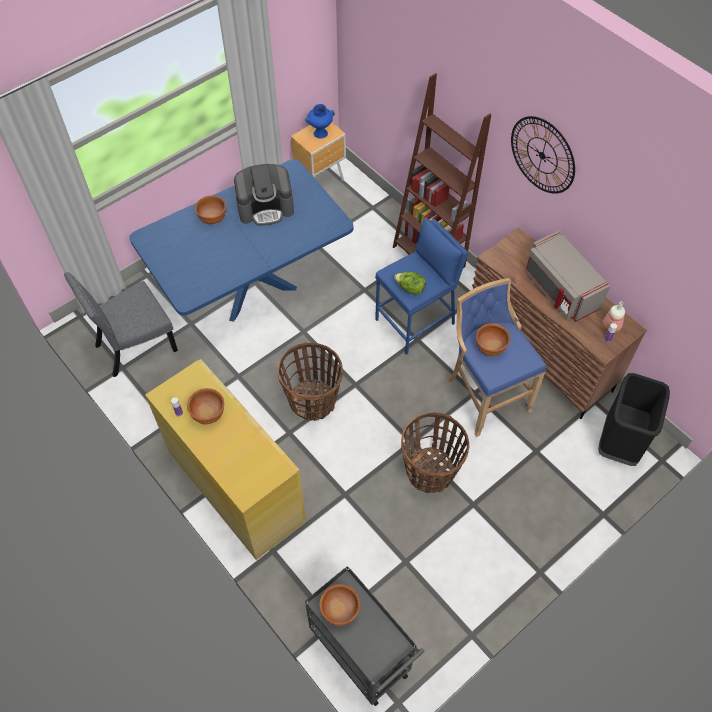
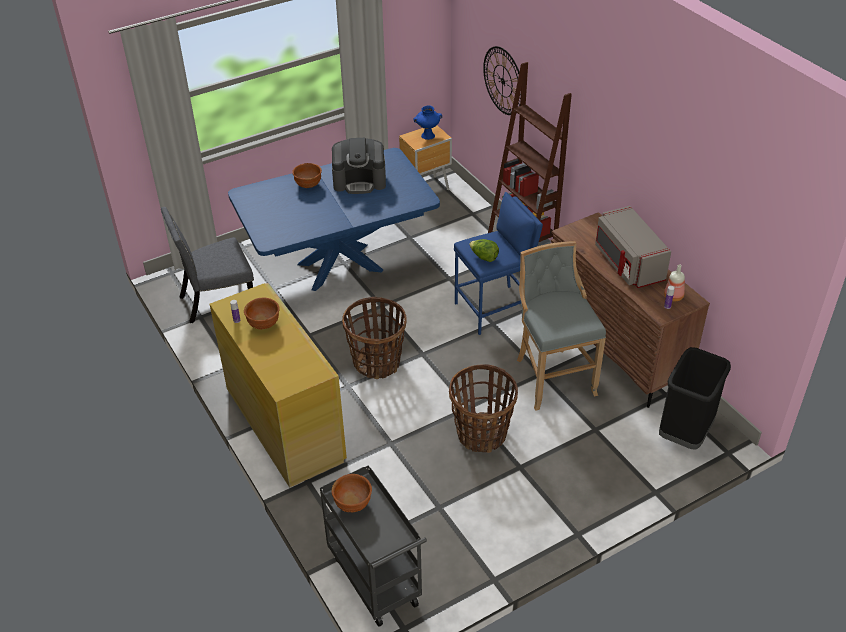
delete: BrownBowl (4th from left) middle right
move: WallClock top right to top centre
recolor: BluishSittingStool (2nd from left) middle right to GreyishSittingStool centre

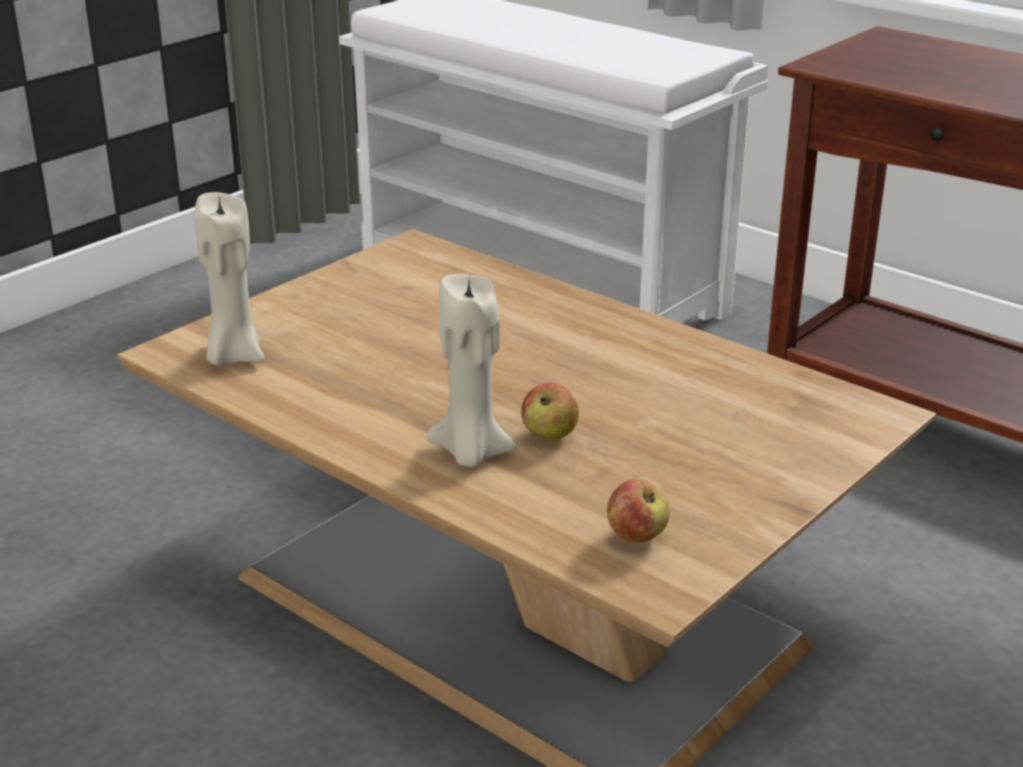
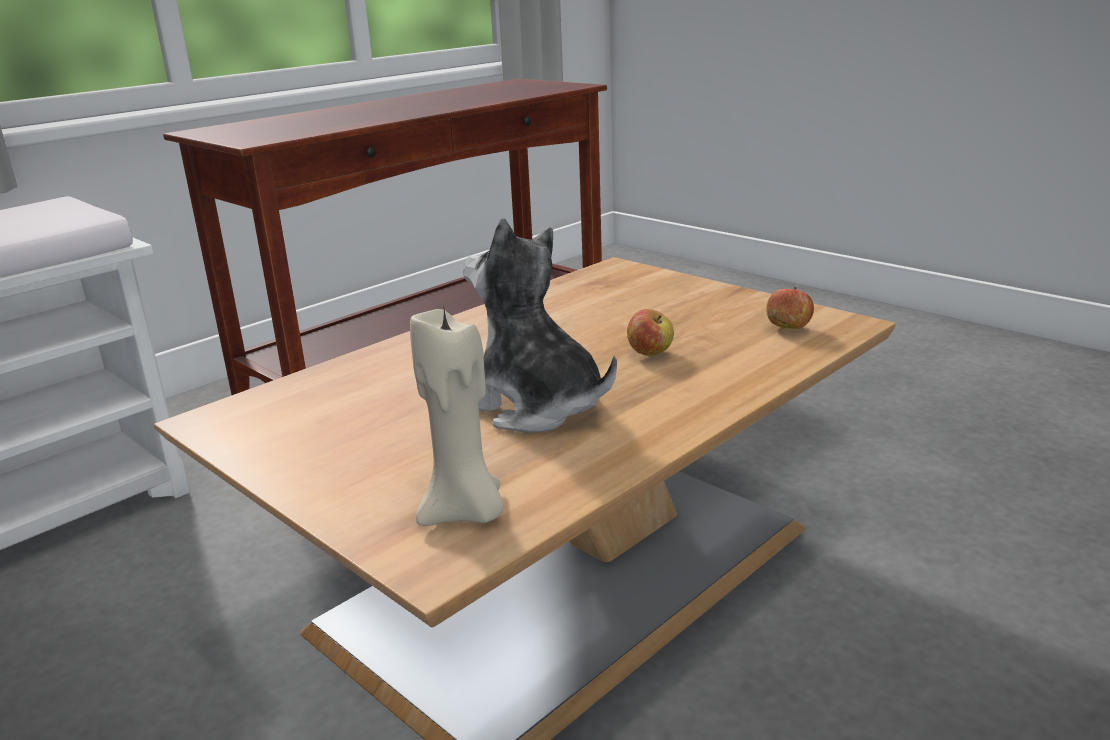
delete: BeigeColouredWaxCandle (2nd from left) centre
insert: CuddlyToy centre

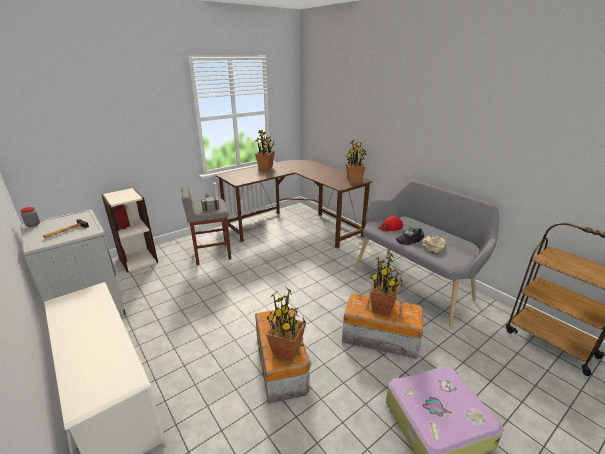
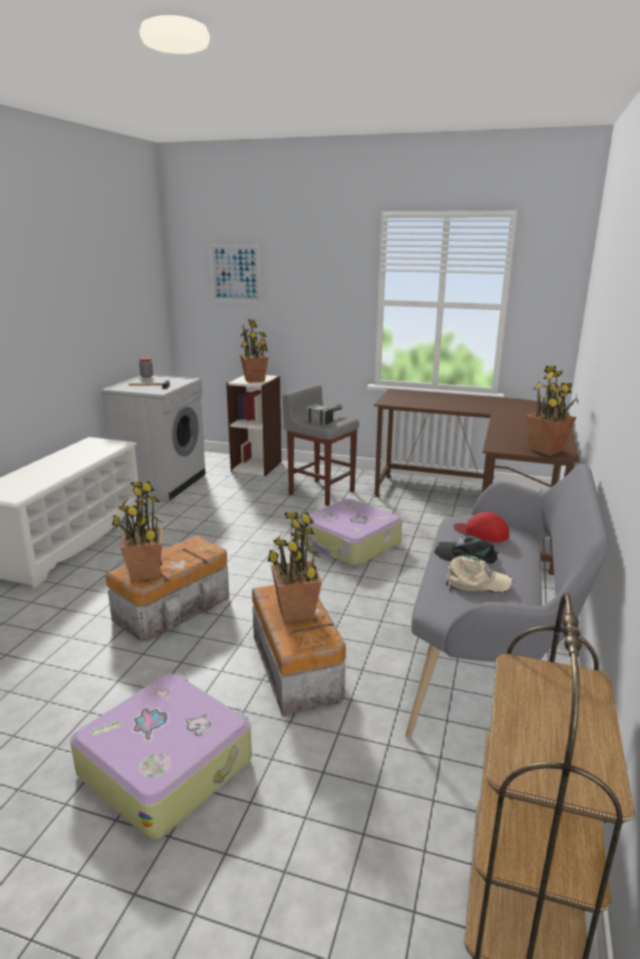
insert: Picture top centre; TravelCase (2nd from left) centre
move: Houseplant (1st from left in the first image) top centre to Houseplant (2nd from left) centre

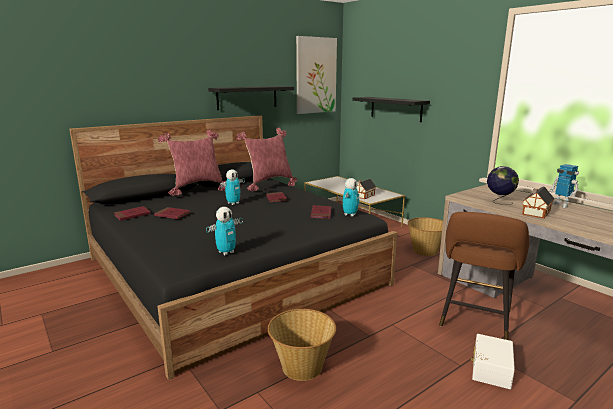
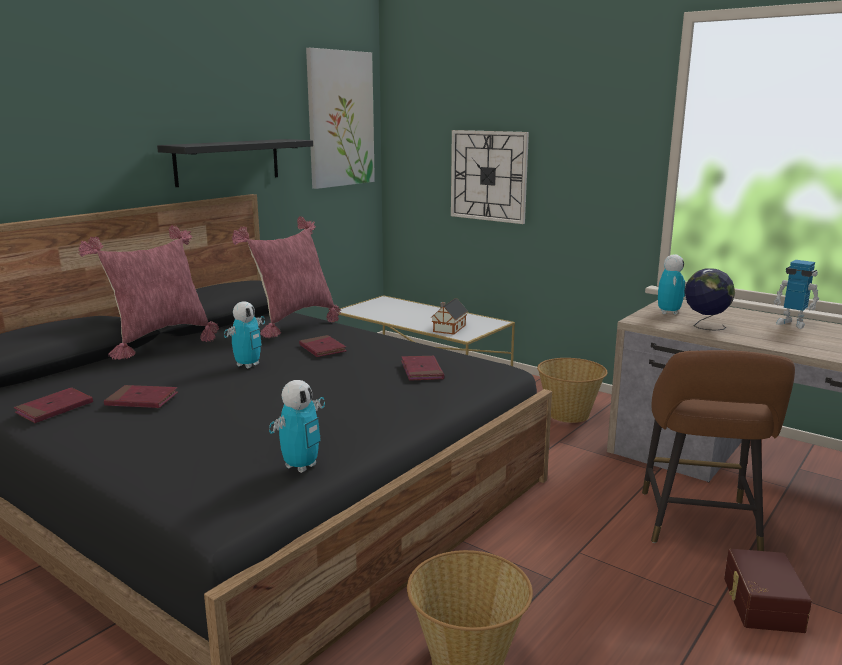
delete: ToyHouse (2nd from left) middle right
move: ModelRobot (3rd from left) centre to middle right
replace: BlackishBracketShelf (2nd from left) top centre to WallClock top centre
recolor: WhiteStorageBox bottom right to BrownStorageBox bottom right

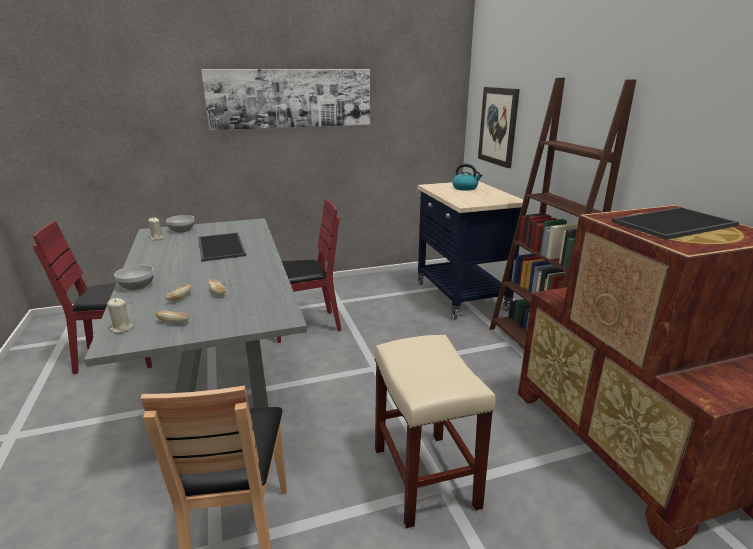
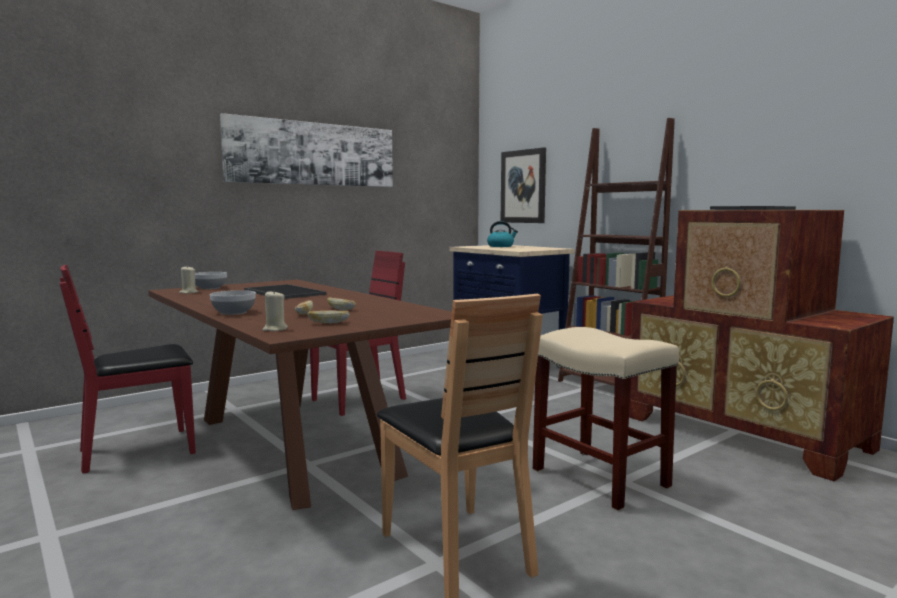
recolor: GreyishDiningTable middle left to BrownDiningTable centre

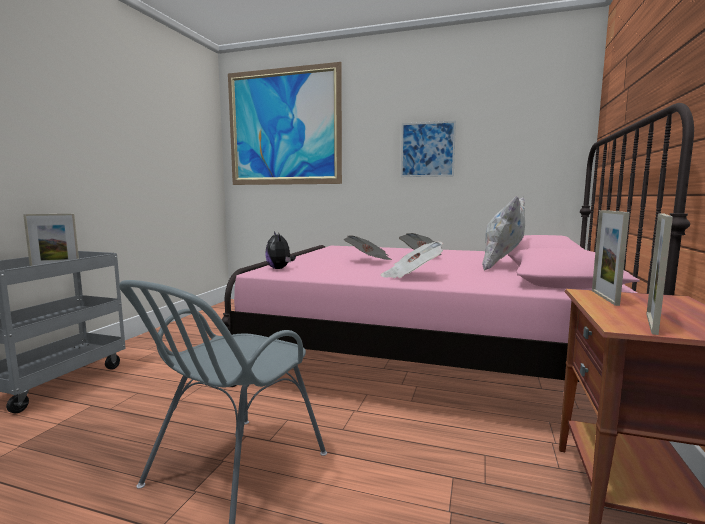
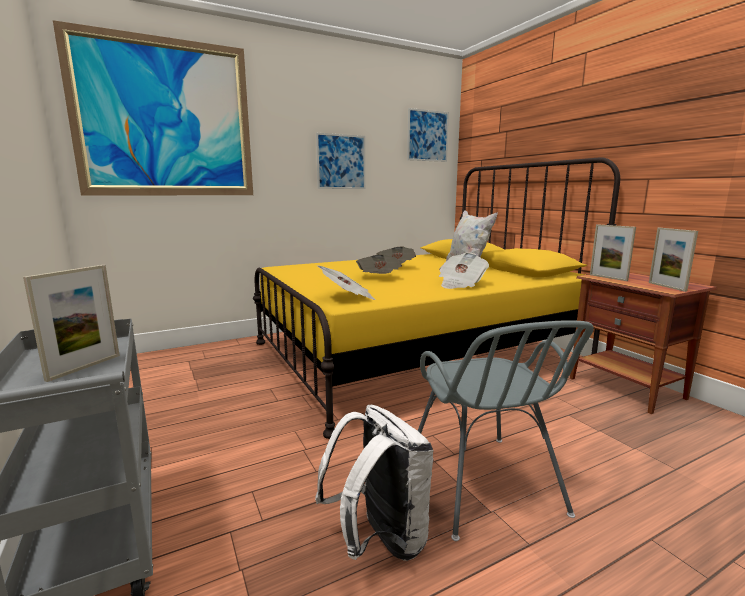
insert: WhiteBackpack bottom centre; Picture (3rd from left) top centre
replace: CuddlyToy centre to Newspaper (1st from left) centre
recolor: PinkColouredBed centre to YellowBed centre

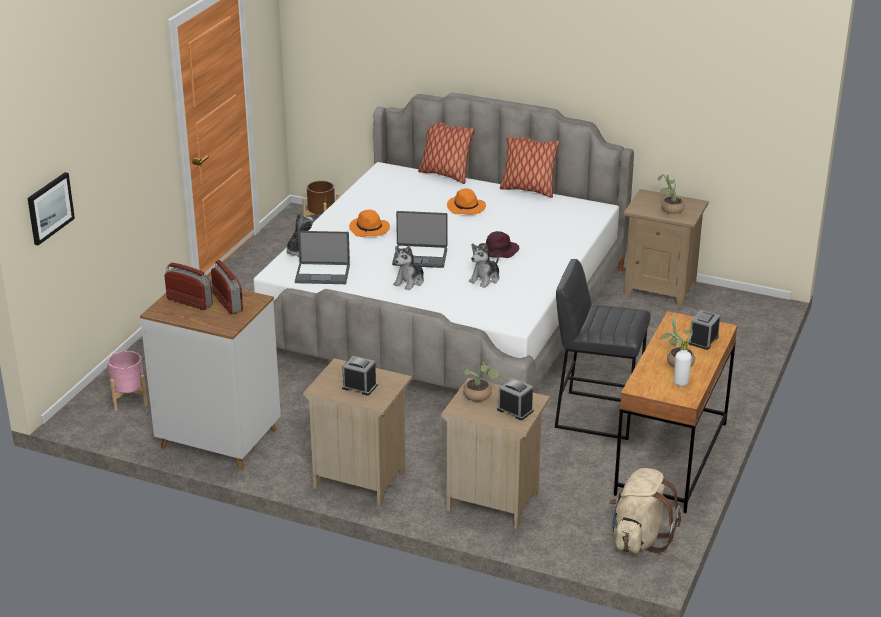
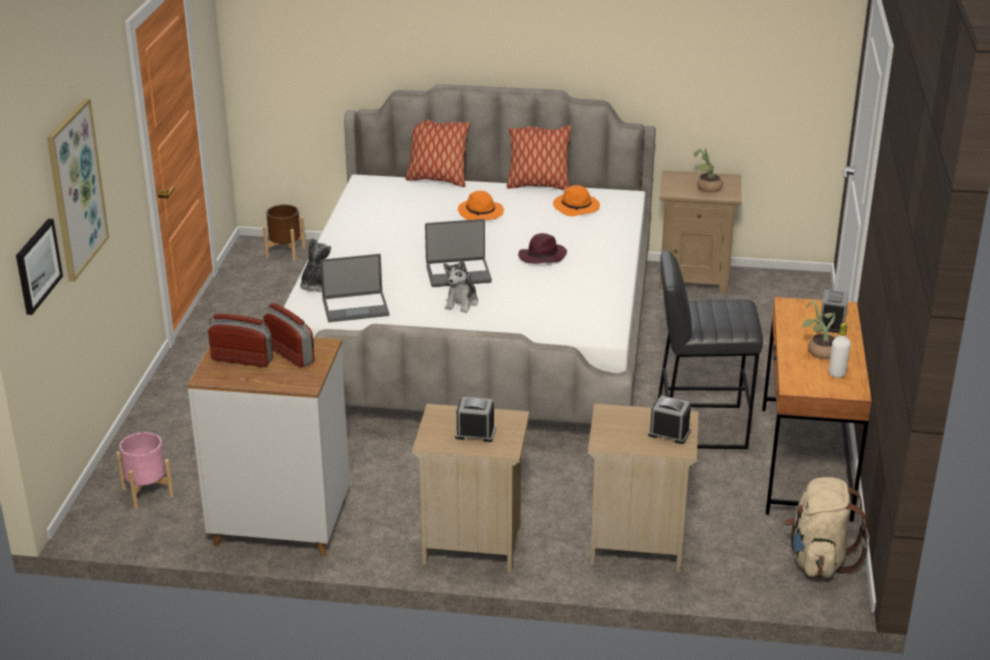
delete: Houseplant (1st from left) centre; CuddlyToy (3rd from left) centre
insert: Picture (2nd from left) top left
move: OrangeColouredHat (1st from left in the first image) centre to OrangeColouredHat (2nd from left) top centre

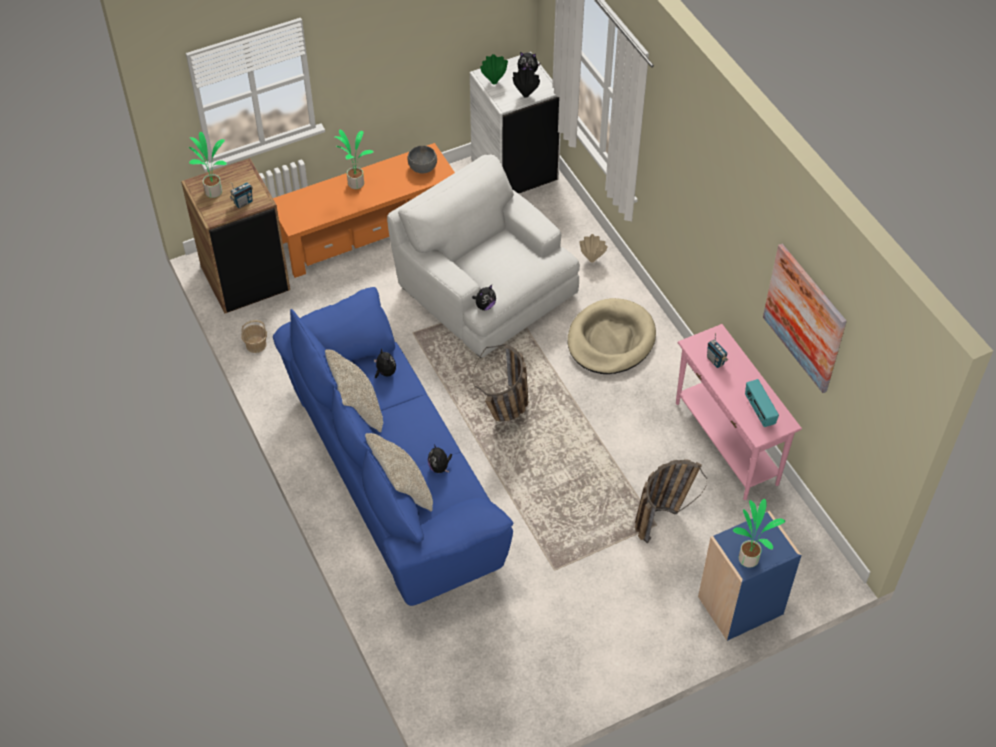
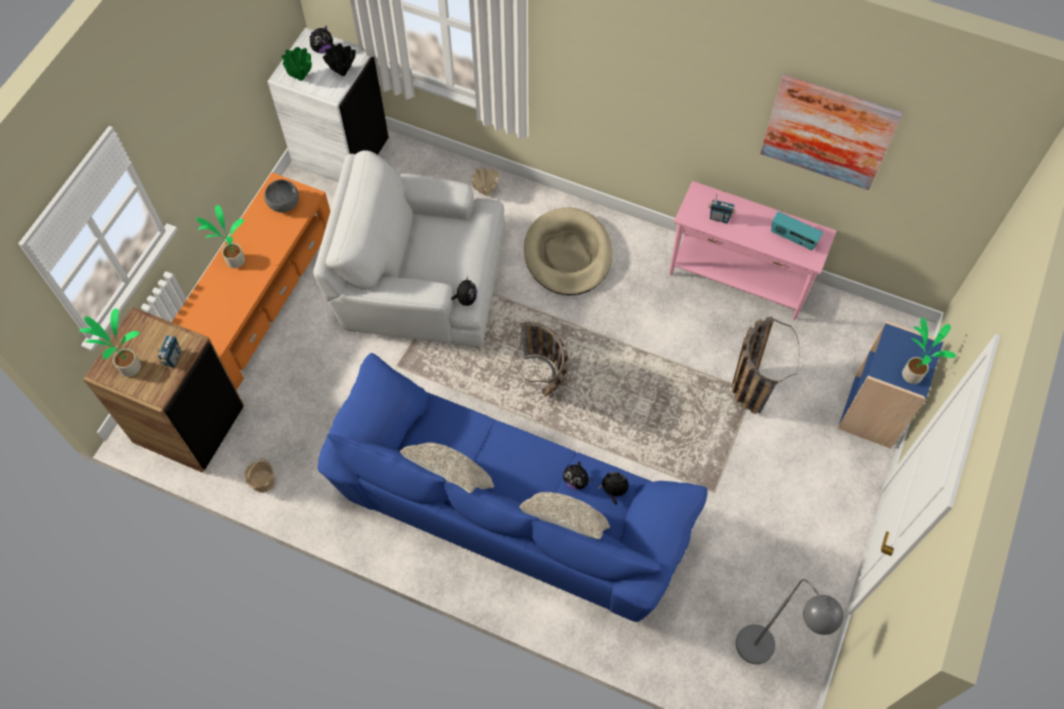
insert: GreyishStandardLamp bottom right
move: CuddlyToy (1st from left in the first image) centre to CuddlyToy (4th from left) bottom centre

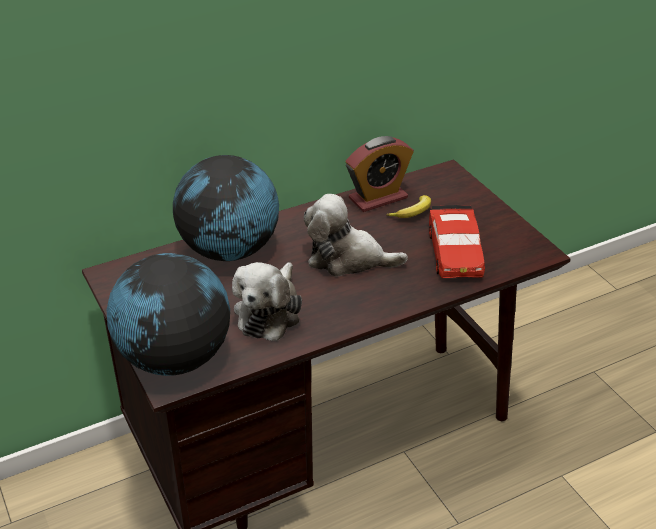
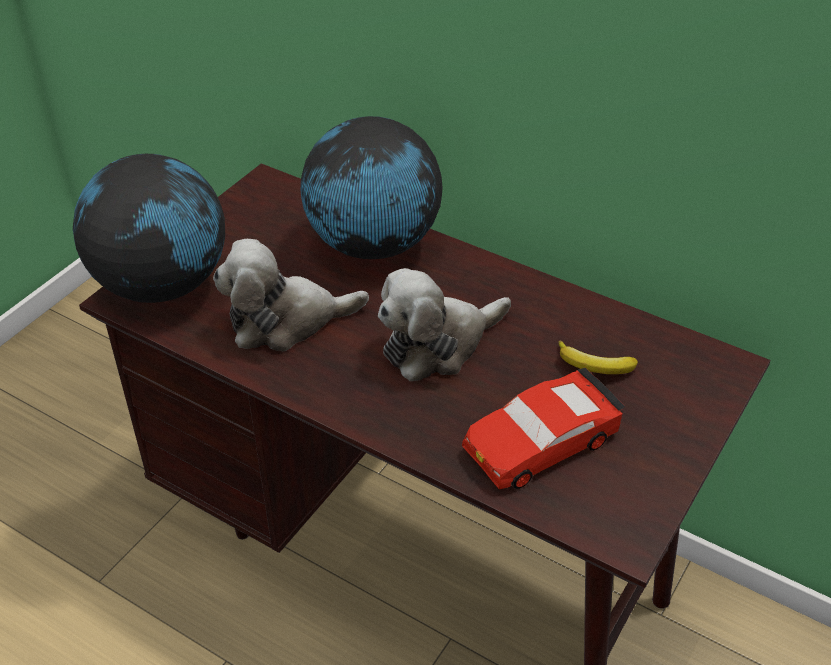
delete: TableClock top centre
rotate: CuddlyToy (2nd from left) centre = centre 105 degrees counterclockwise

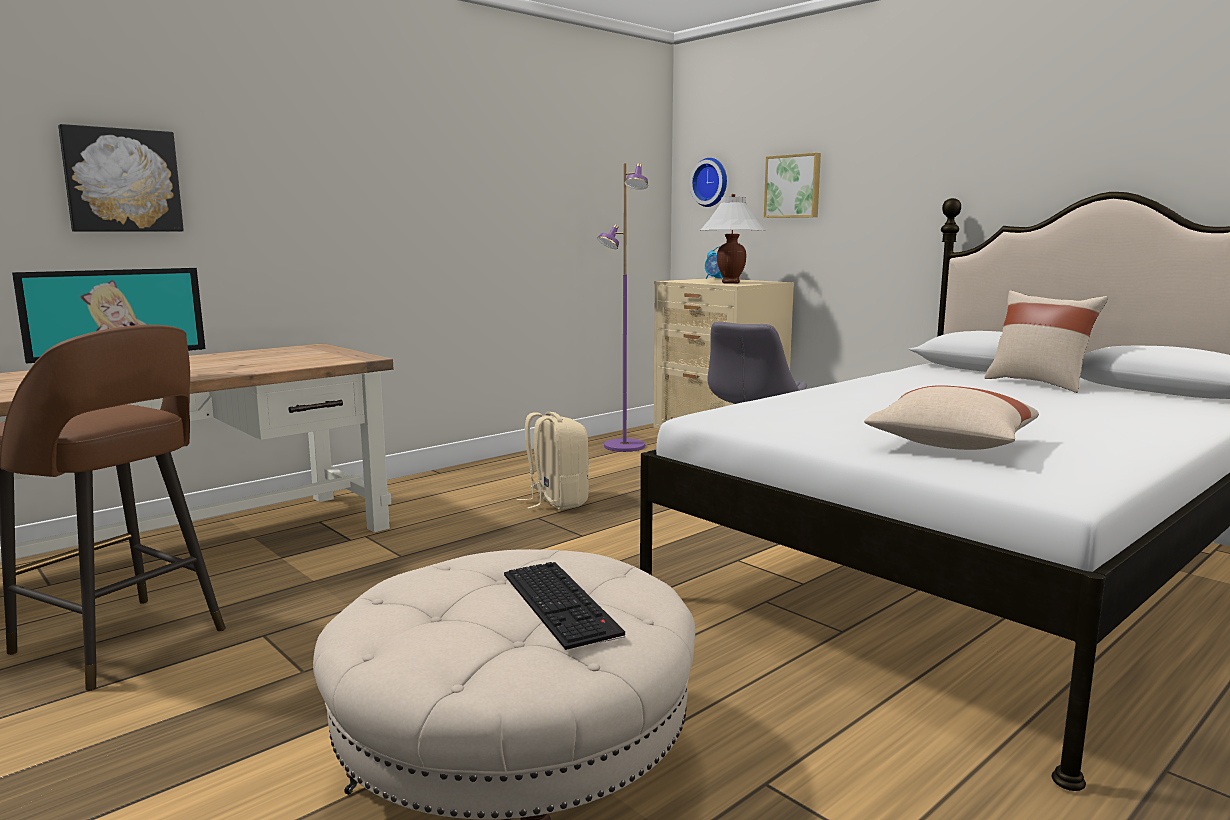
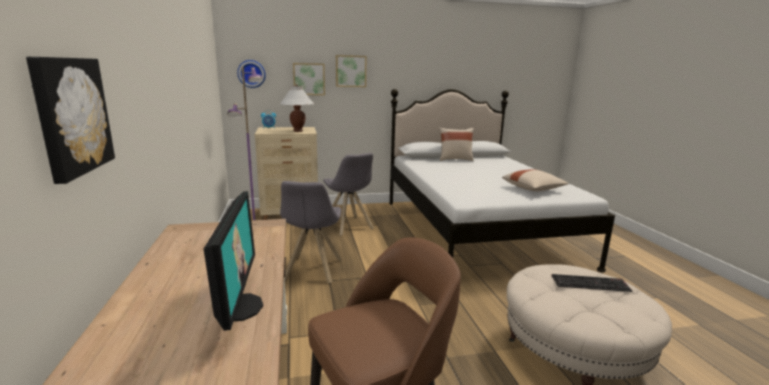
insert: Picture (3rd from left) top centre
replace: BeigeColouredBackpack centre to GreyishUprightChair (1st from left) centre

